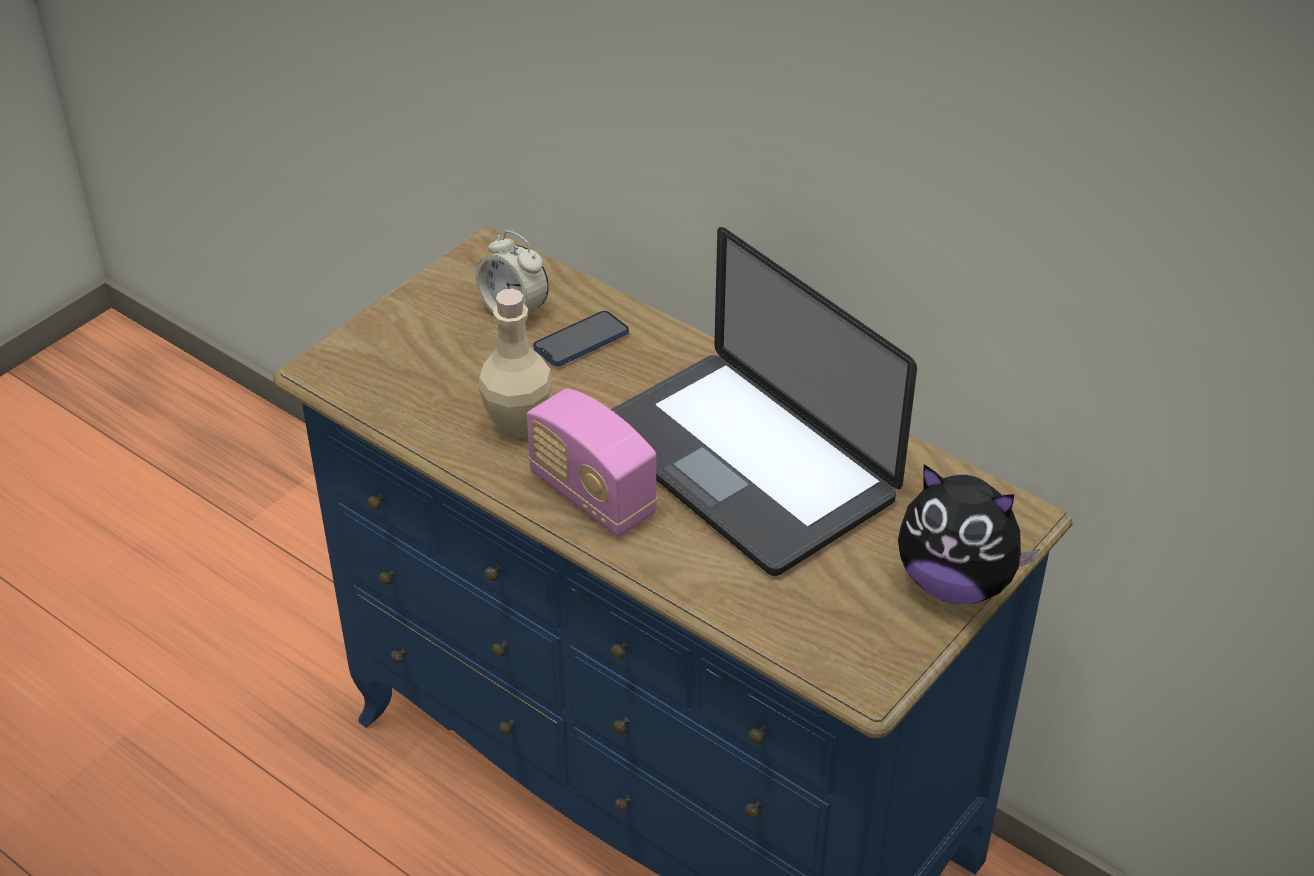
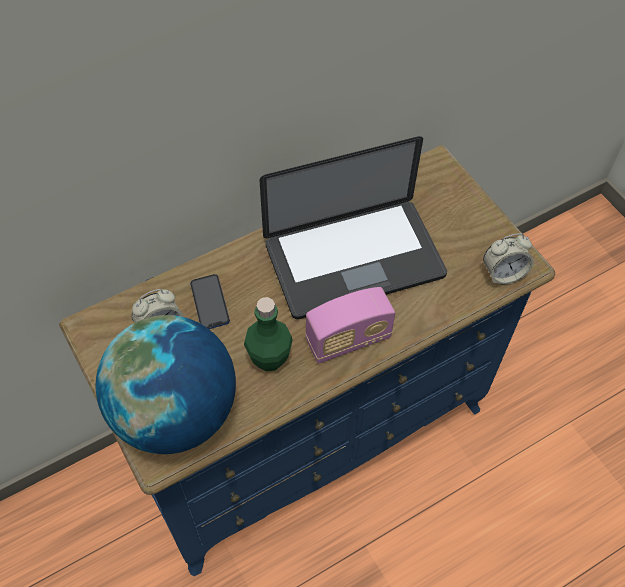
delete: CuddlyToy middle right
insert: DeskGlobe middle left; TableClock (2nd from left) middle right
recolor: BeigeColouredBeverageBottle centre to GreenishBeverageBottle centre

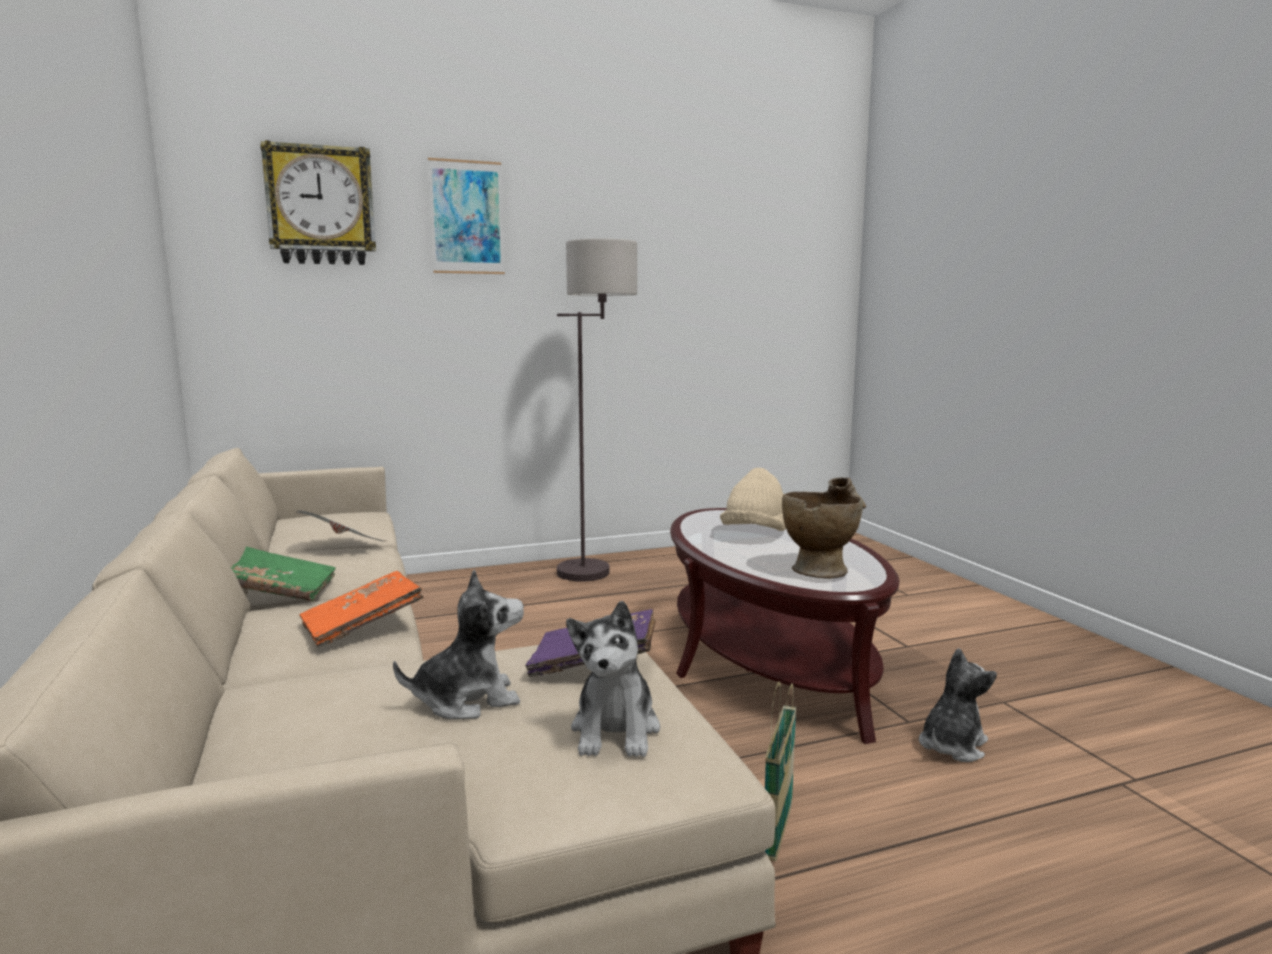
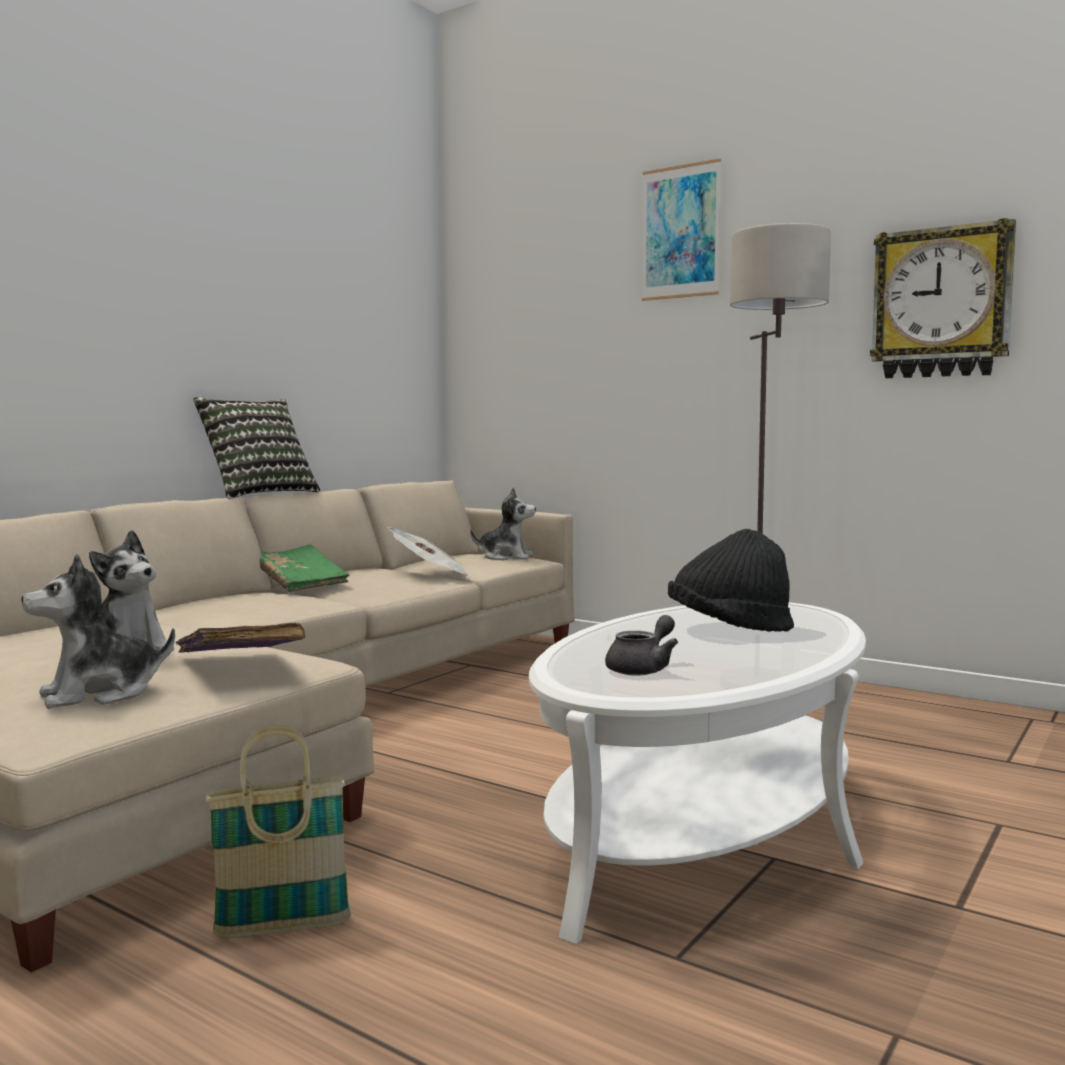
delete: OrangeColouredBoundBook middle left
insert: Cushion middle left
move: WallClock top left to top right; CuddlyToy (3rd from left) bottom right to centre
replace: BeigeColouredVase centre to GreyishPotForTea centre
recolor: BrownCoffeeTable centre to WhiteCoffeeTable bottom centre; BeigeColouredHat centre to BlackishHat middle right

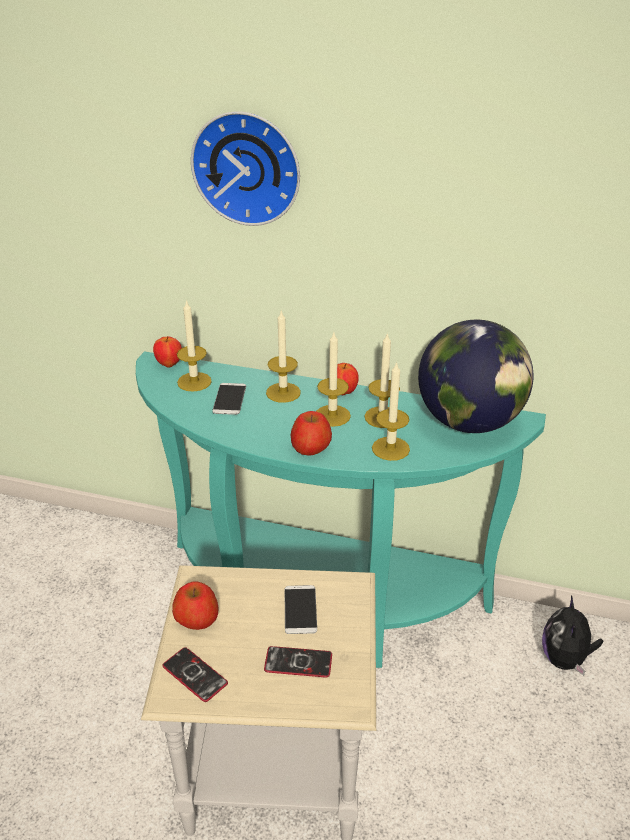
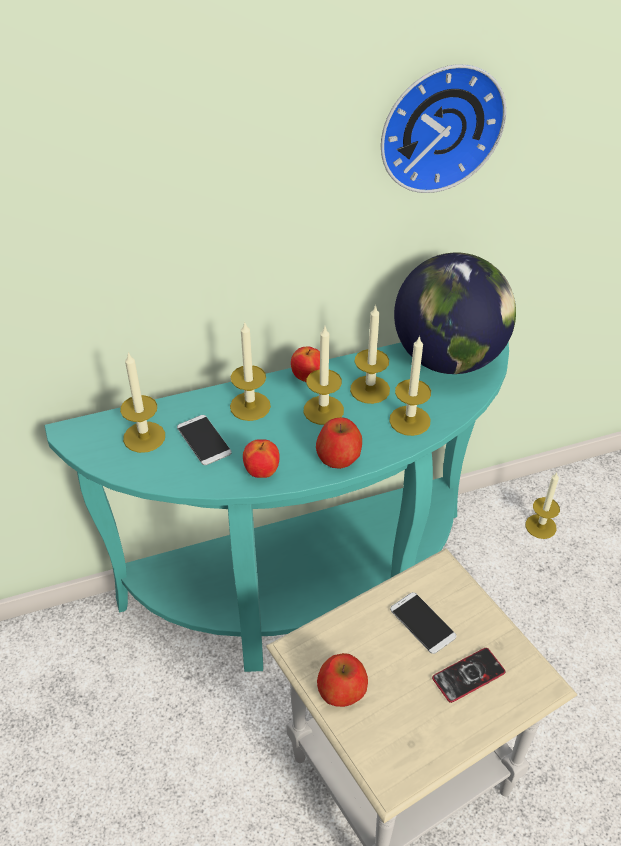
delete: Handset (1st from left) bottom left
move: WholeApple (1st from left) middle left to centre; WallClock top centre to top right
replace: CuddlyToy bottom right to WaxCandle (6th from left) middle right

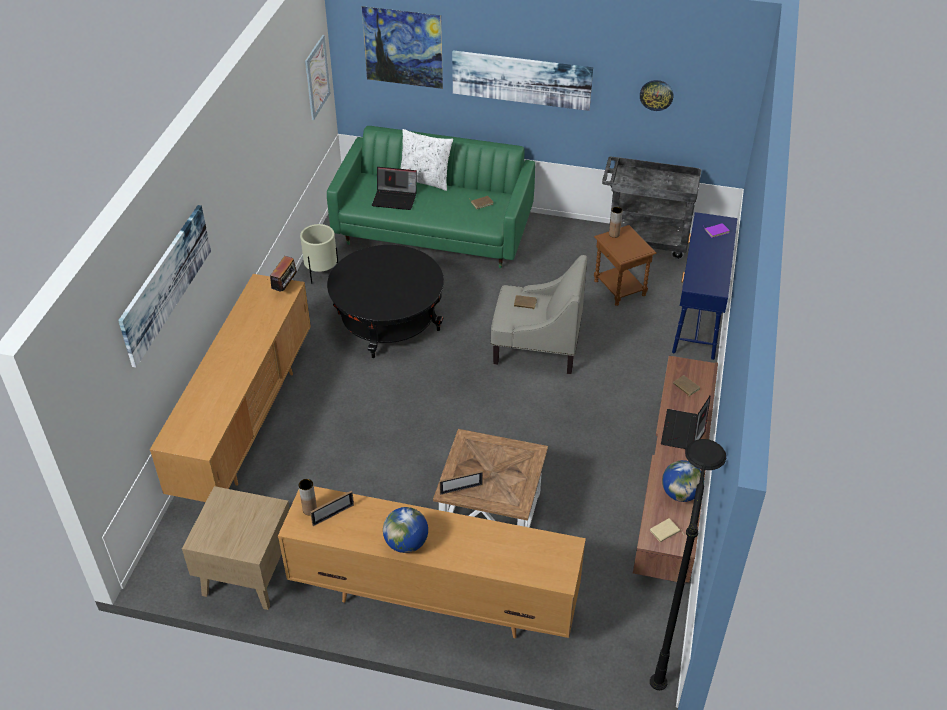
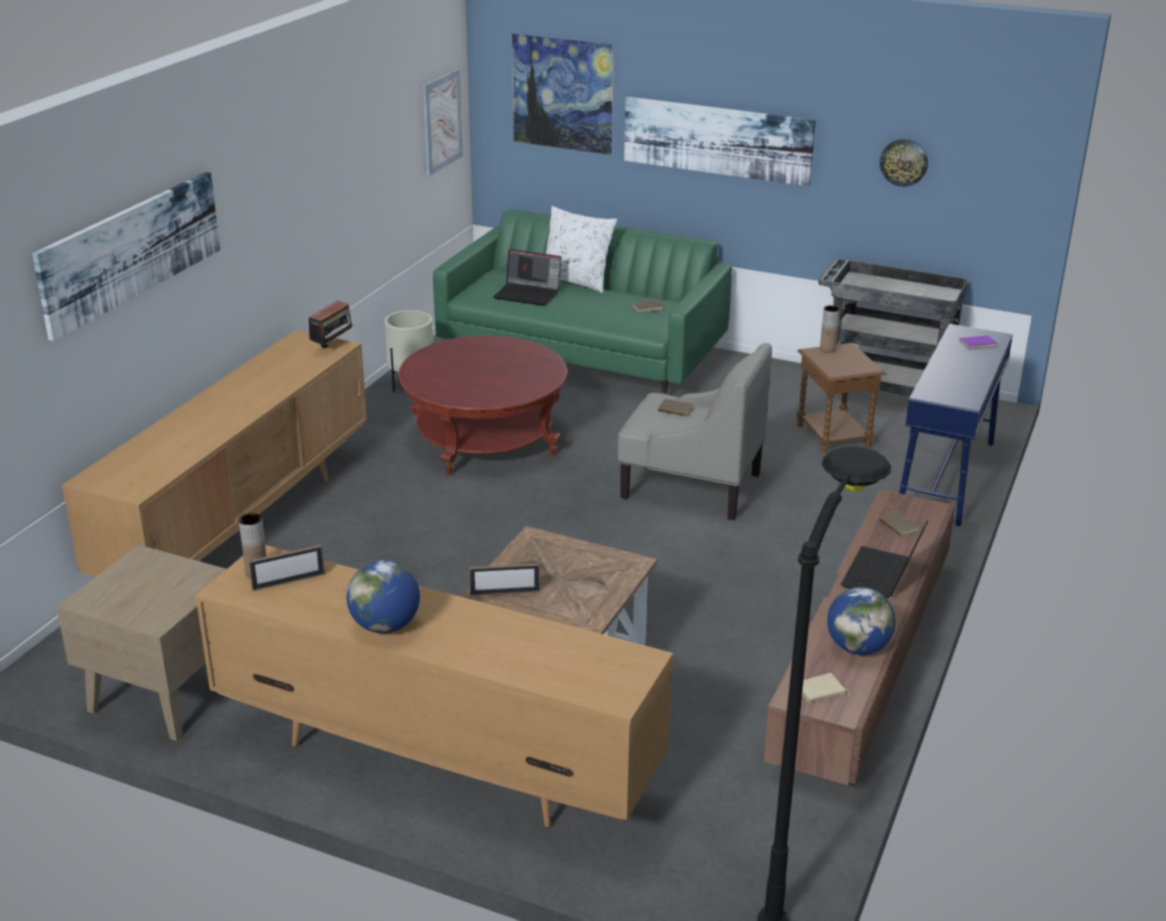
recolor: BlackishCoffeeTable centre to RedCoffeeTable centre

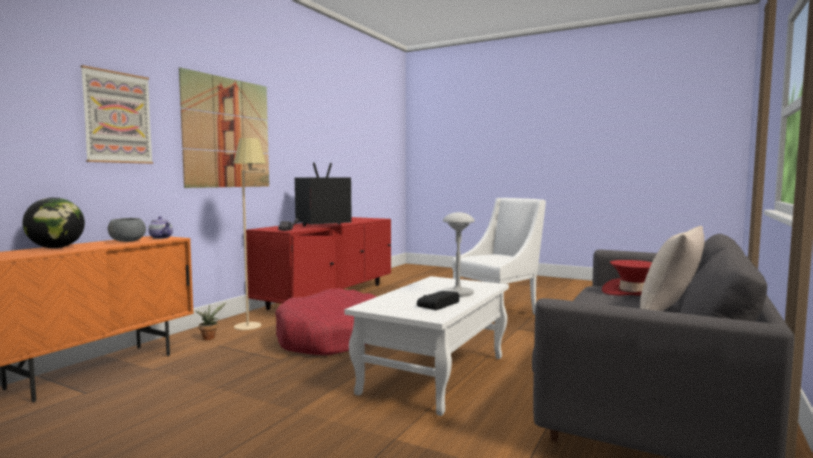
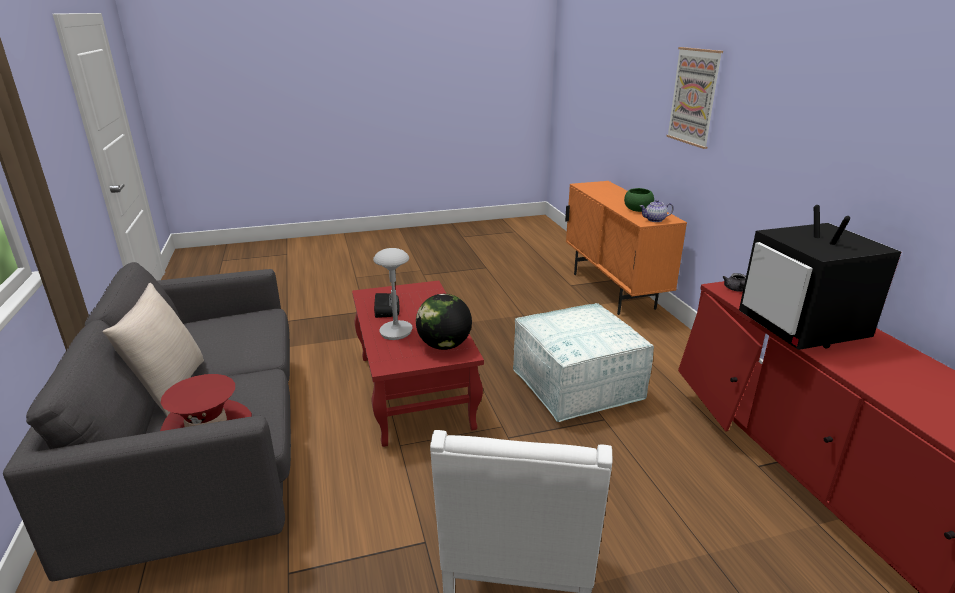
delete: Picture (2nd from left) top left; Houseplant bottom left; BeigeColouredStandardLamp middle left
move: DeskGlobe middle left to centre
replace: RedDogBed bottom centre to WhiteOttoman centre
recolor: GreyishBowl middle left to GreenishBowl middle right; WhiteCoffeeTable bottom centre to RedCoffeeTable centre
rotate: Tv centre = middle right 150 degrees clockwise

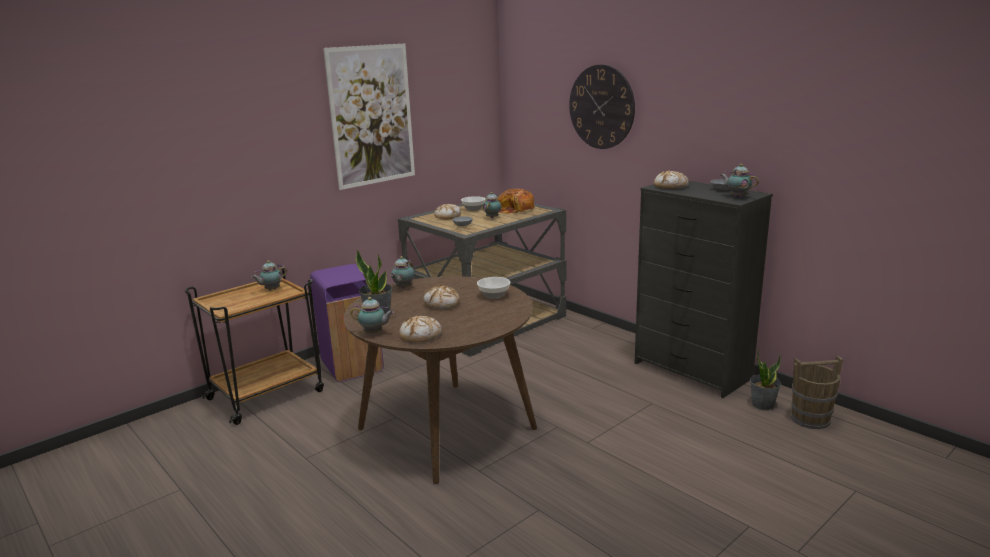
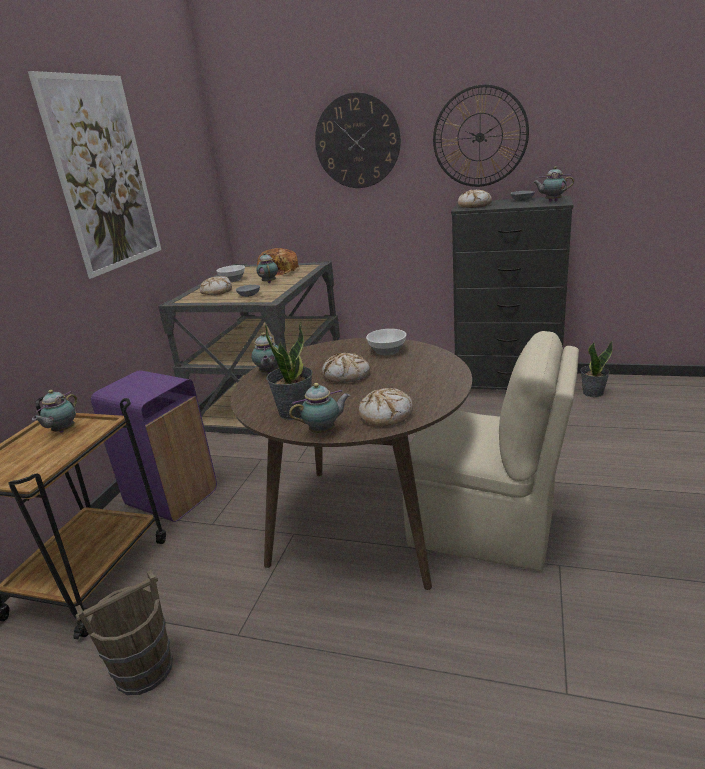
insert: BeigeColouredUprightChair middle right; WallClock (2nd from left) top right
move: BrownBucket bottom right to bottom left

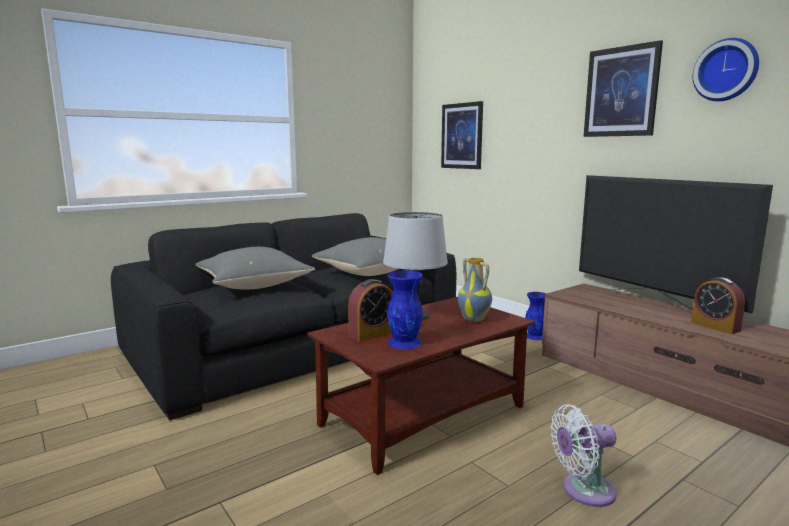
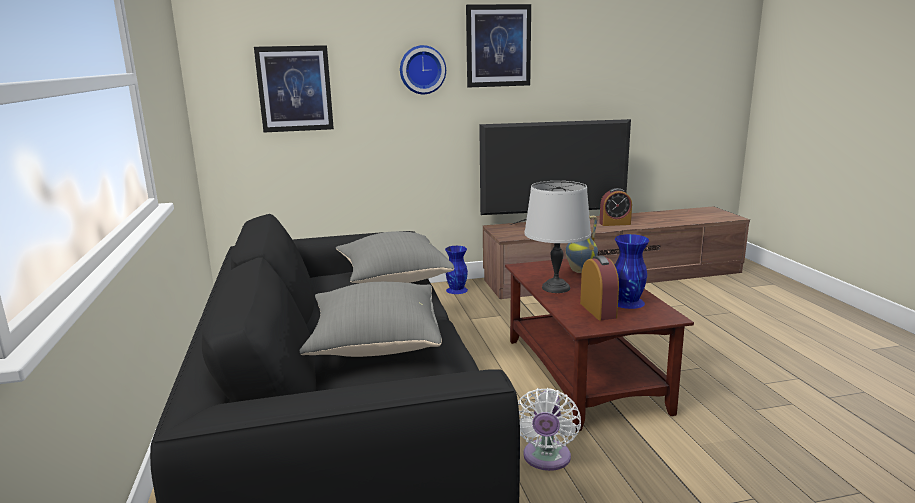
move: WhiteElectricFan bottom right to bottom centre; WallClock top right to top centre

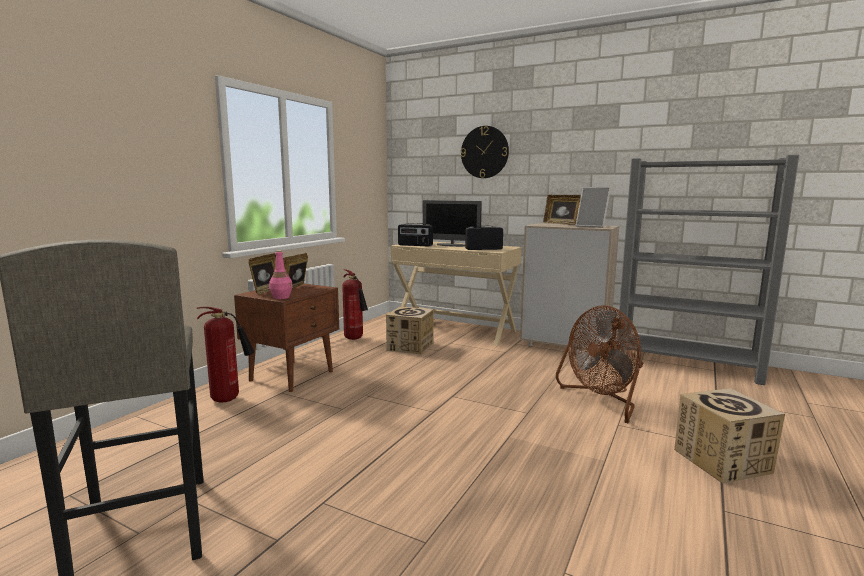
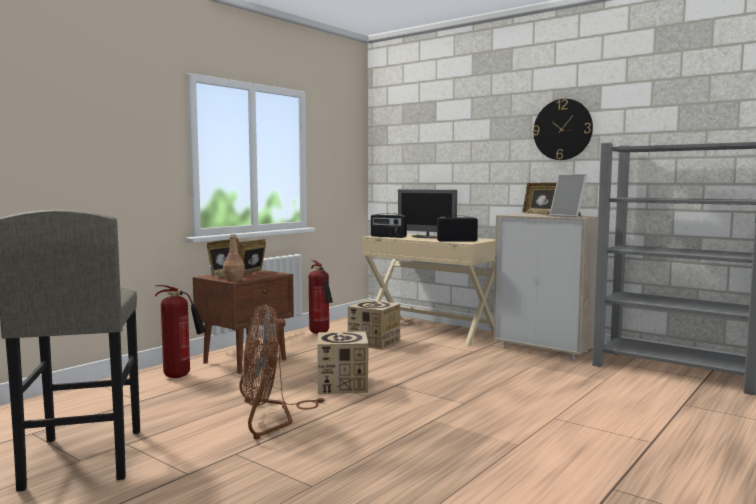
move: WallClock top centre to top right; BrownElectricFan middle right to bottom centre; Carton (2nd from left in the first image) bottom right to Carton (1st from left) bottom centre
recolor: PinkColouredBeverageBottle middle left to BrownBeverageBottle middle left

